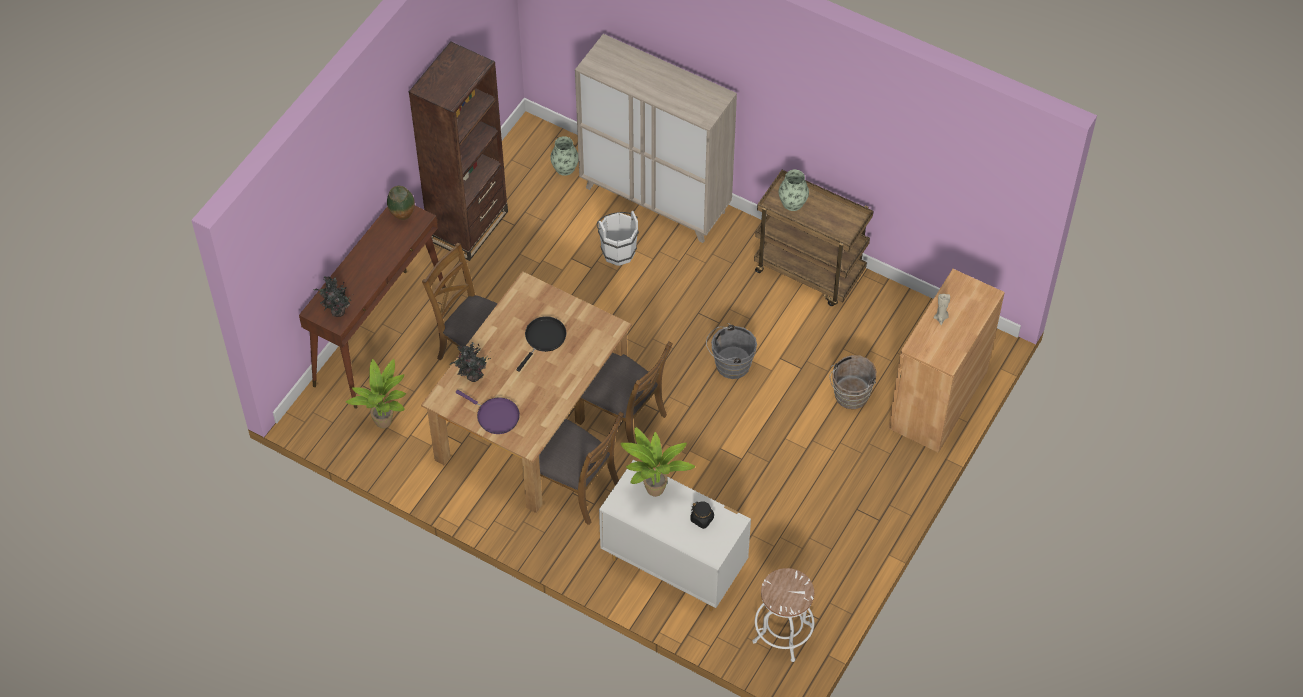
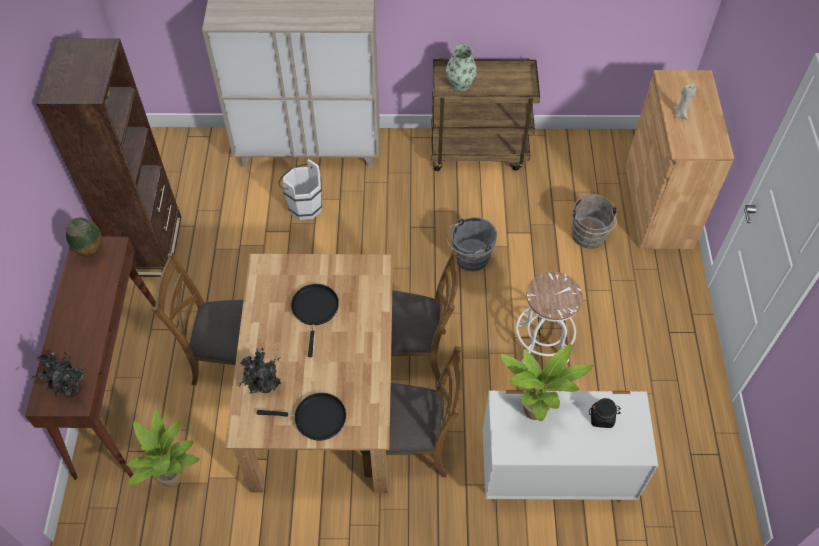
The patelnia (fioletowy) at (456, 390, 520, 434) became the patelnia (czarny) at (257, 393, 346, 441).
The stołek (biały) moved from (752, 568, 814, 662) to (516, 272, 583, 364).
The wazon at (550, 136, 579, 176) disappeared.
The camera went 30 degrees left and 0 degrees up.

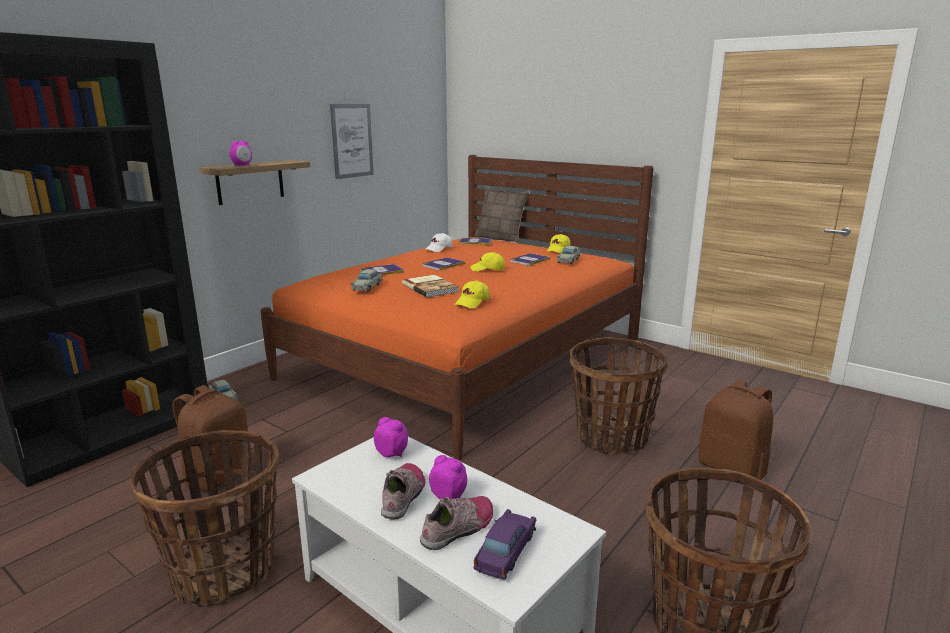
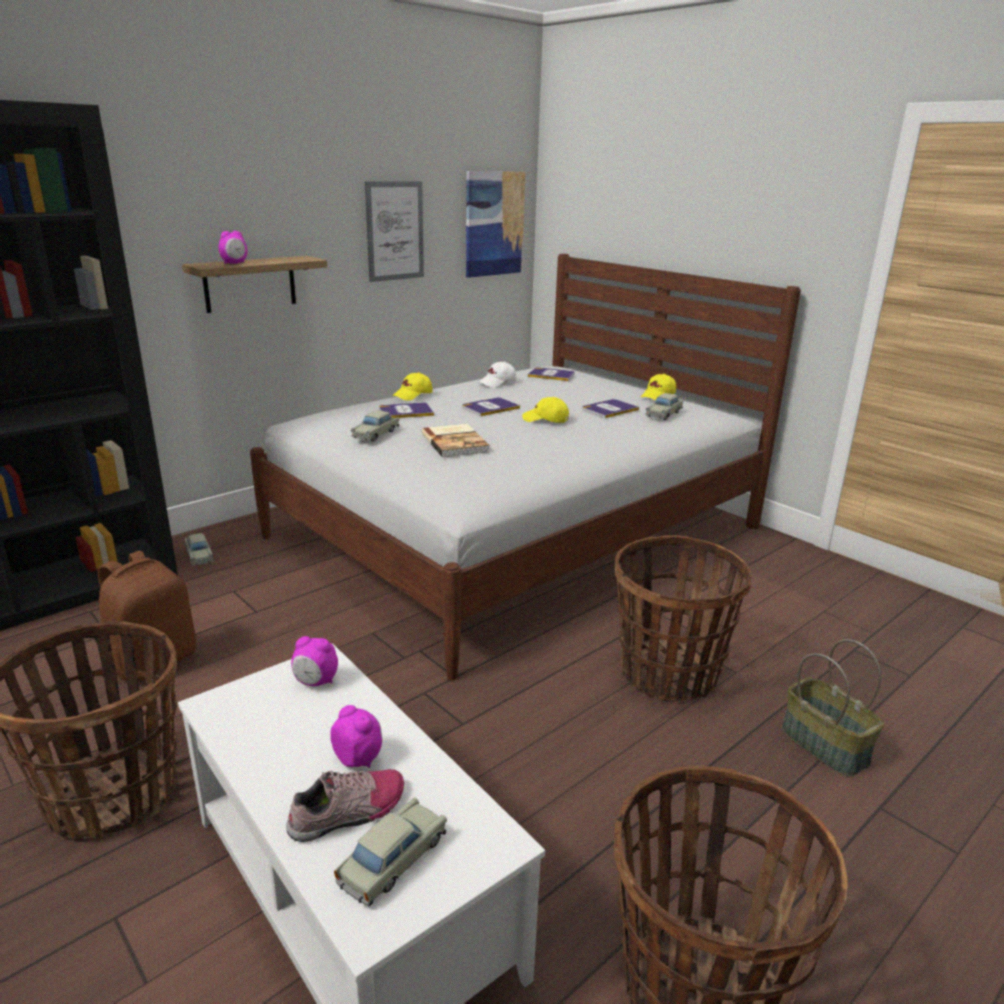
The łóżko (pomarańczowy) at (260, 155, 654, 460) became the łóżko (biały) at (250, 254, 801, 680).
The budzik at (374, 417, 408, 457) turned 150 degrees clockwise.
The samochodzik (fioletowy) at (474, 509, 536, 579) became the samochodzik (beżowy) at (334, 797, 447, 906).
The czapka z daszkiem (żółty) moved from (455, 280, 489, 308) to (393, 372, 432, 401).
The obraz at (466, 171, 525, 278) appeared.
The plecak (brązowy) at (698, 379, 773, 480) was replaced by the koszyk at (782, 639, 884, 776).
The but at (381, 463, 425, 520) disappeared.
The poduszka at (475, 187, 529, 243) disappeared.
The camera went 10 degrees right and 5 degrees up.

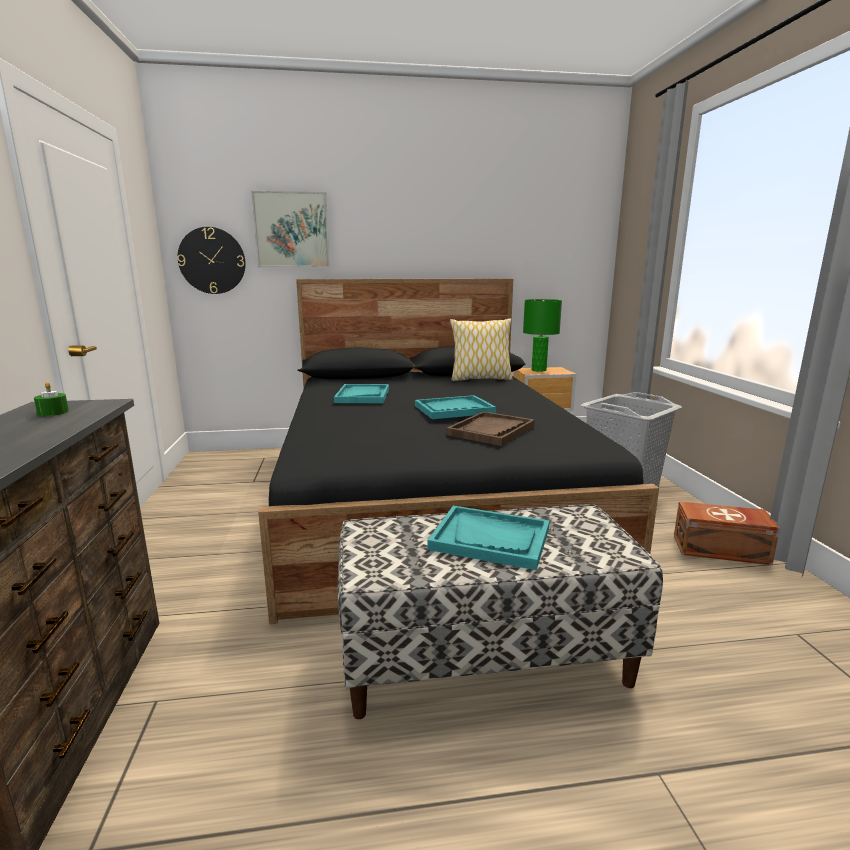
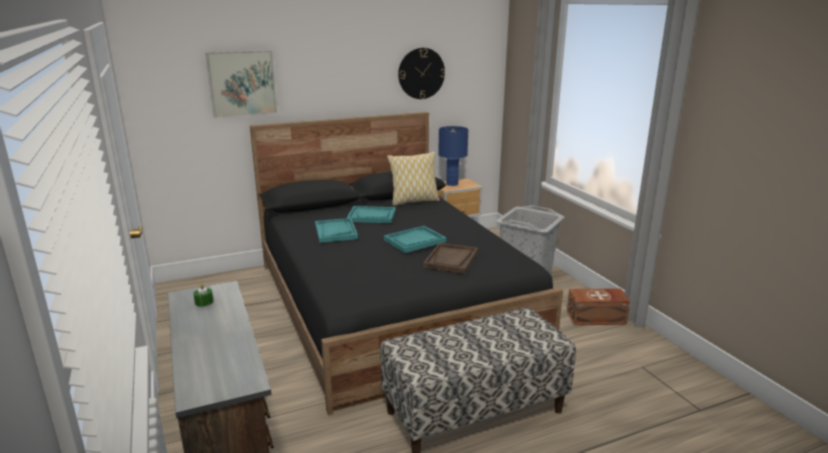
The taca (turkusowy) moved from (428, 506, 549, 570) to (347, 206, 396, 223).
The zegar ścienny moved from (177, 227, 246, 294) to (398, 48, 445, 99).
The lampa stołowa (zielony) at (523, 299, 562, 372) became the lampa stołowa (niebieski) at (438, 126, 469, 186).
The camera went 15 degrees left and 5 degrees up.

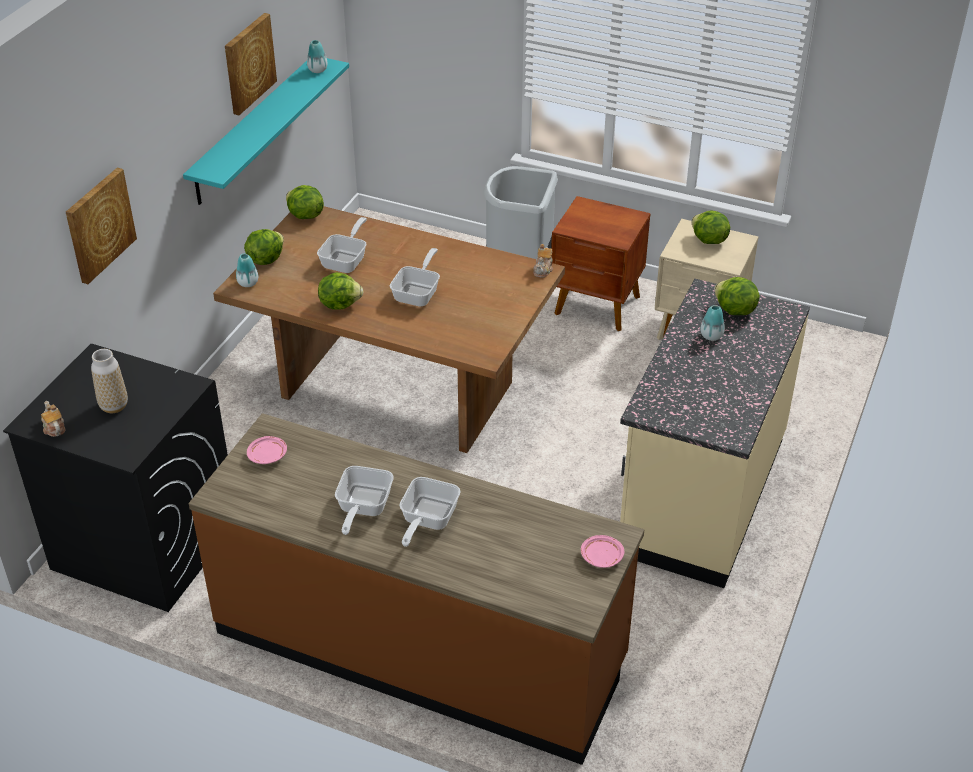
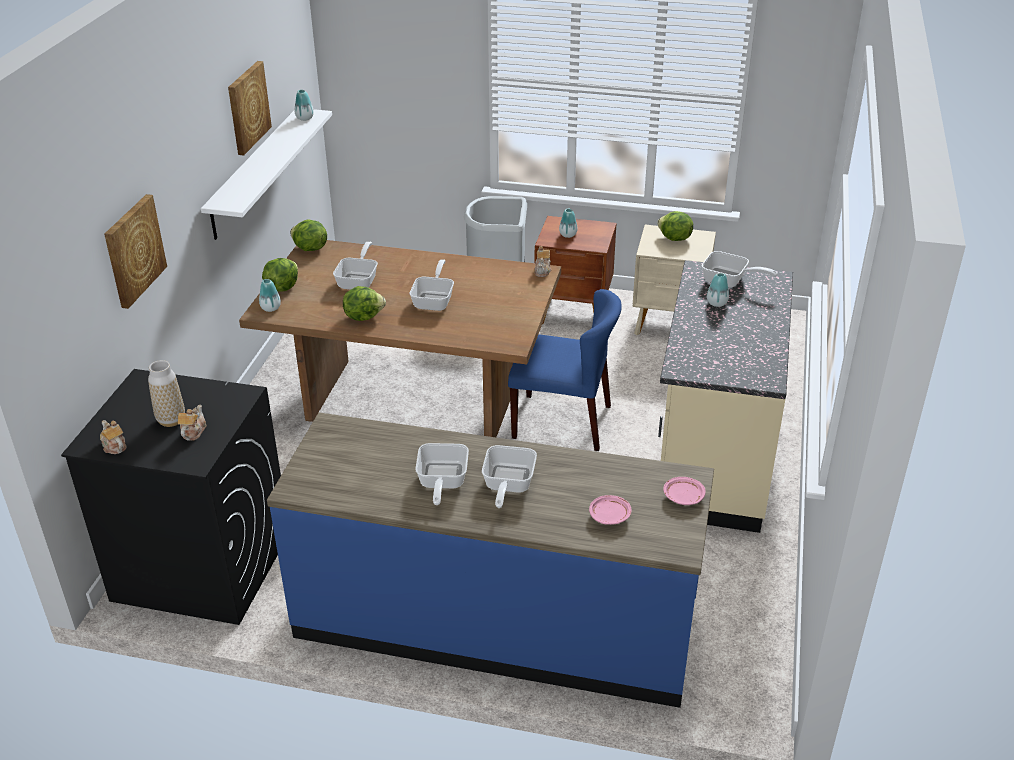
The imbryk at (178, 405, 206, 441) appeared.
The półka (turkusowy) at (183, 58, 349, 205) became the półka (biały) at (201, 109, 332, 240).
The zabudowa kuchenna (brązowy) at (189, 413, 644, 765) became the zabudowa kuchenna (niebieski) at (267, 413, 714, 708).
The krzesło (niebieski) at (508, 289, 622, 451) appeared.
The wazon at (559, 209, 577, 238) appeared.
The talerz (różowy) moved from (247, 436, 287, 464) to (589, 495, 632, 525).
The sałata at (714, 277, 760, 315) was replaced by the patelnia at (702, 251, 778, 287).
The camera went 10 degrees left and 5 degrees down.

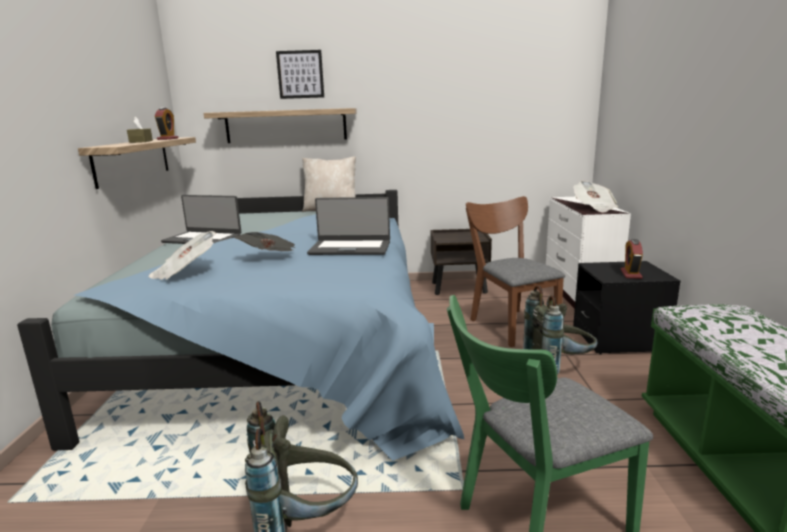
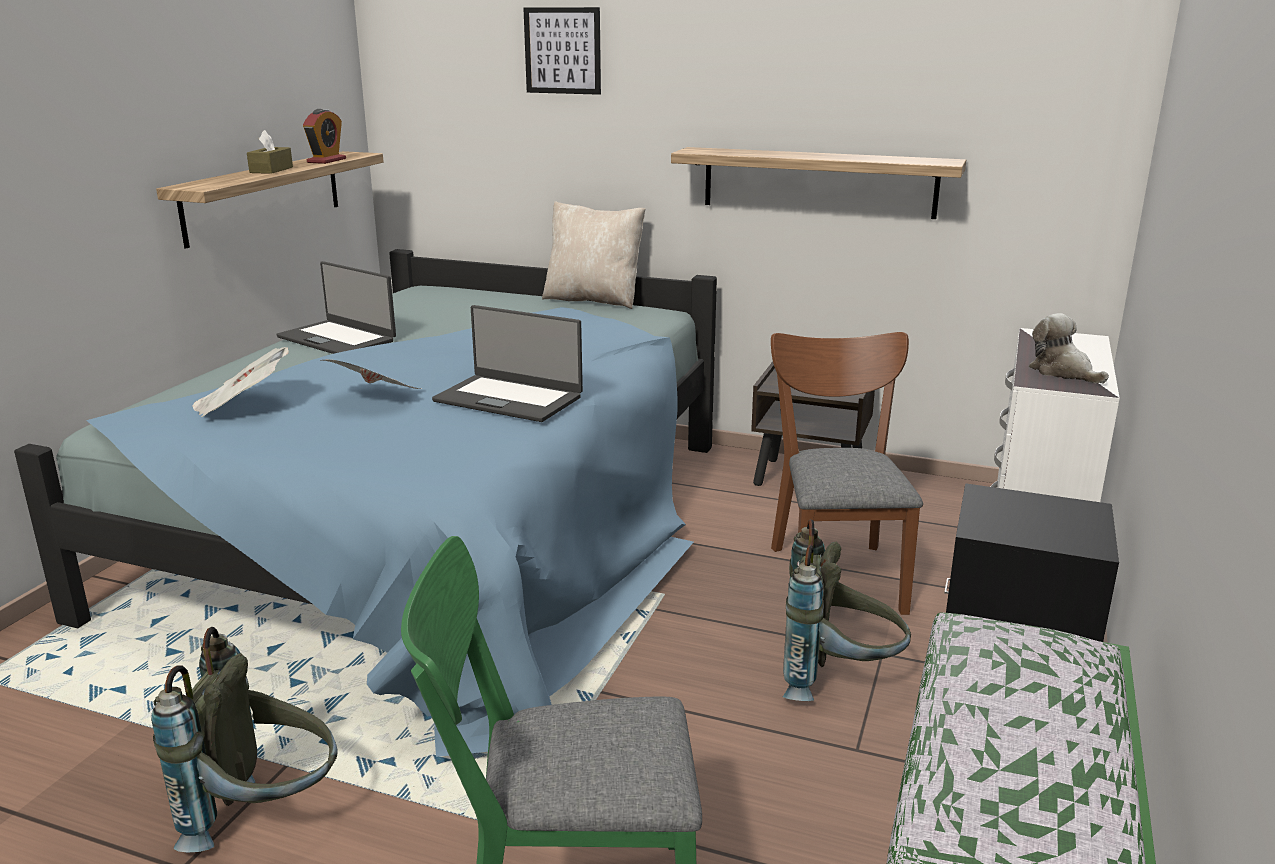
The półka moved from (204, 108, 357, 143) to (671, 147, 966, 219).
The gazeta at (573, 181, 618, 213) was replaced by the pluszak at (1029, 313, 1109, 384).
The budzik at (620, 239, 643, 279) disappeared.
The camera went 20 degrees right and 5 degrees up.

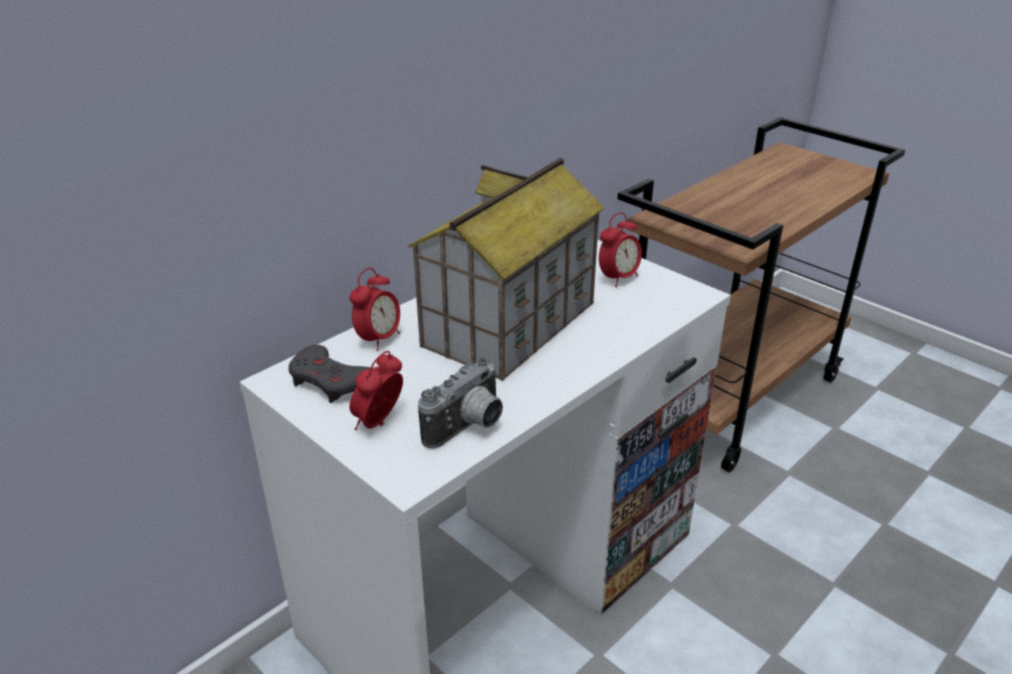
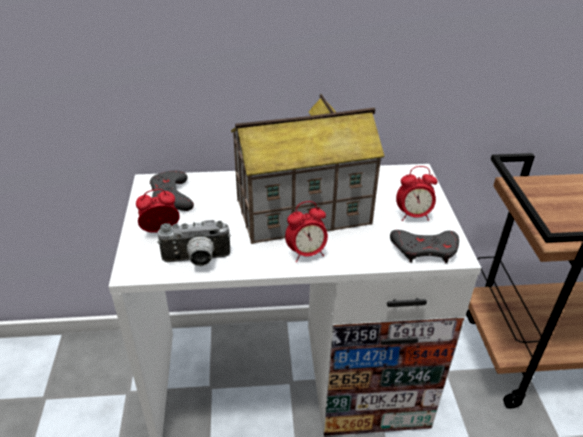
The budzik moved from (350, 268, 400, 351) to (285, 201, 328, 262).
The pad do gier (szary) at (390, 230, 459, 263) appeared.
The camera went 40 degrees right and 5 degrees up.

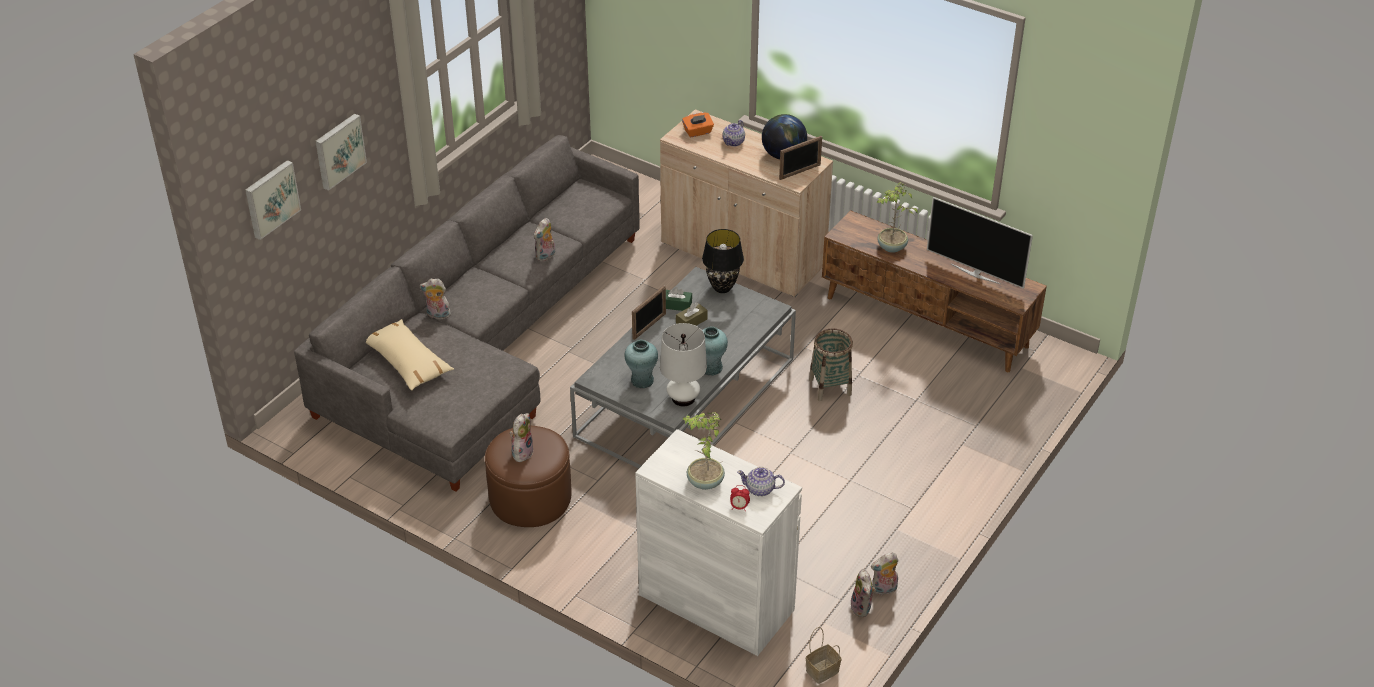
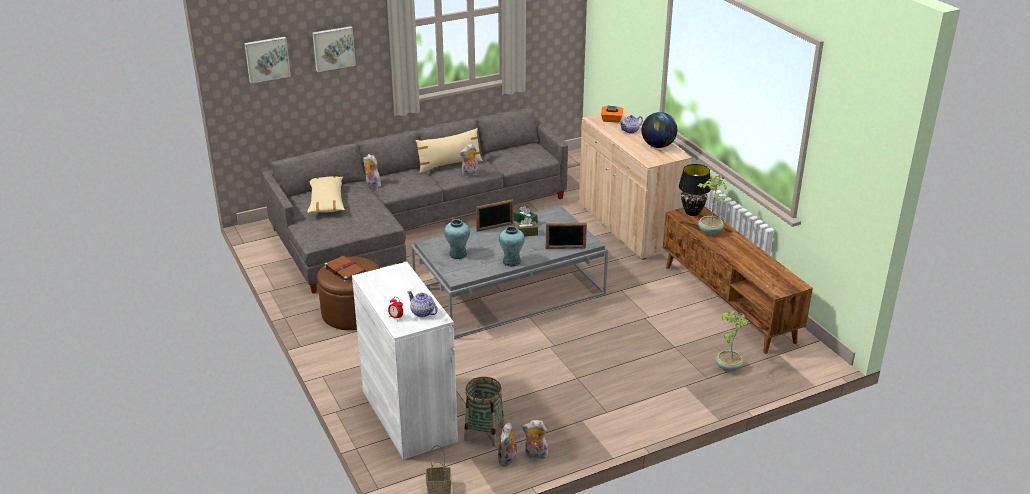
The pluszak at (510, 413, 534, 463) was replaced by the książka (brązowy) at (324, 256, 366, 282).
The poduszka (beżowy) at (416, 128, 483, 173) appeared.
The koszyk moved from (809, 328, 853, 401) to (464, 377, 504, 446).
The ramka na zdjęcie moved from (779, 136, 822, 180) to (546, 223, 587, 249).
The lampa stołowa (czarny) moved from (702, 229, 744, 293) to (679, 164, 711, 216).
The roślina doniczkowa moved from (683, 412, 725, 490) to (716, 311, 749, 372).
The lampa stołowa (biały) at (660, 323, 707, 406) disappeared.
The telewizor at (927, 197, 1033, 289) disappeared.
The camera went 30 degrees right and 10 degrees down.

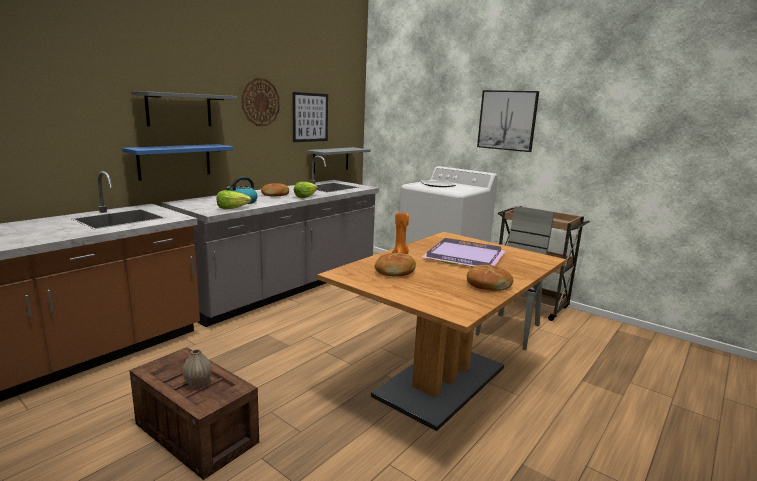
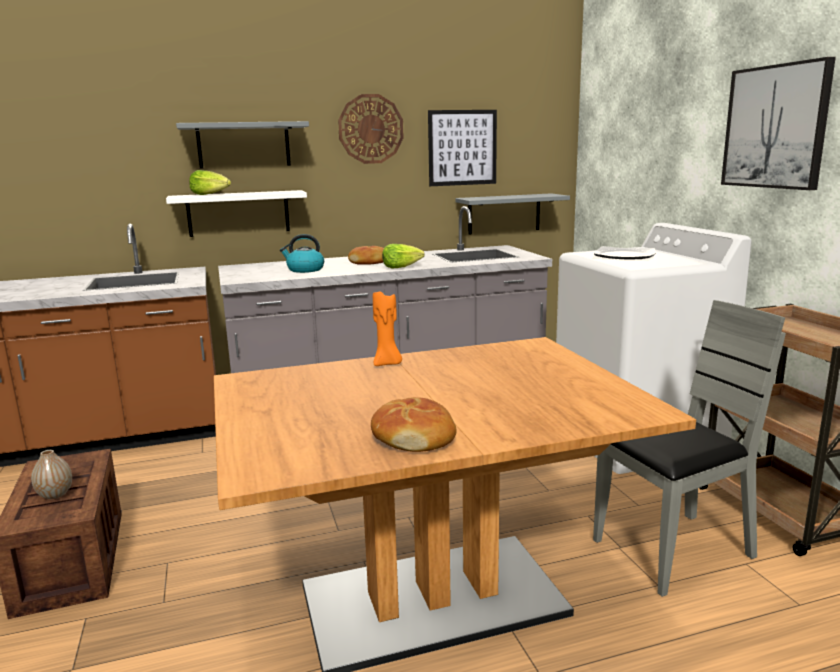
The półka (niebieski) at (122, 144, 233, 181) became the półka (biały) at (166, 190, 307, 237).
The sałata moved from (217, 190, 252, 209) to (189, 170, 231, 195).
The chleb at (375, 253, 416, 277) disappeared.
The taca (fioletowy) at (422, 238, 505, 267) disappeared.
The camera went 35 degrees right and 0 degrees up.

